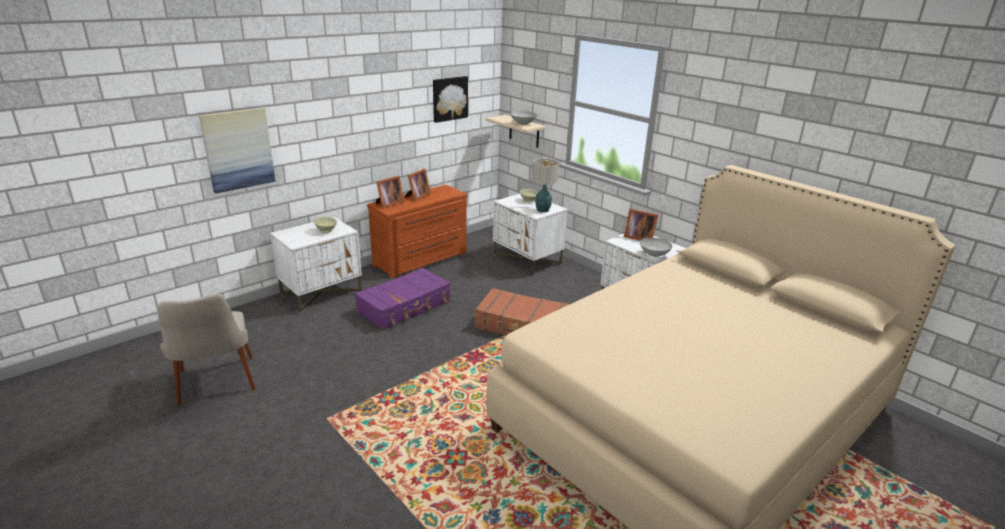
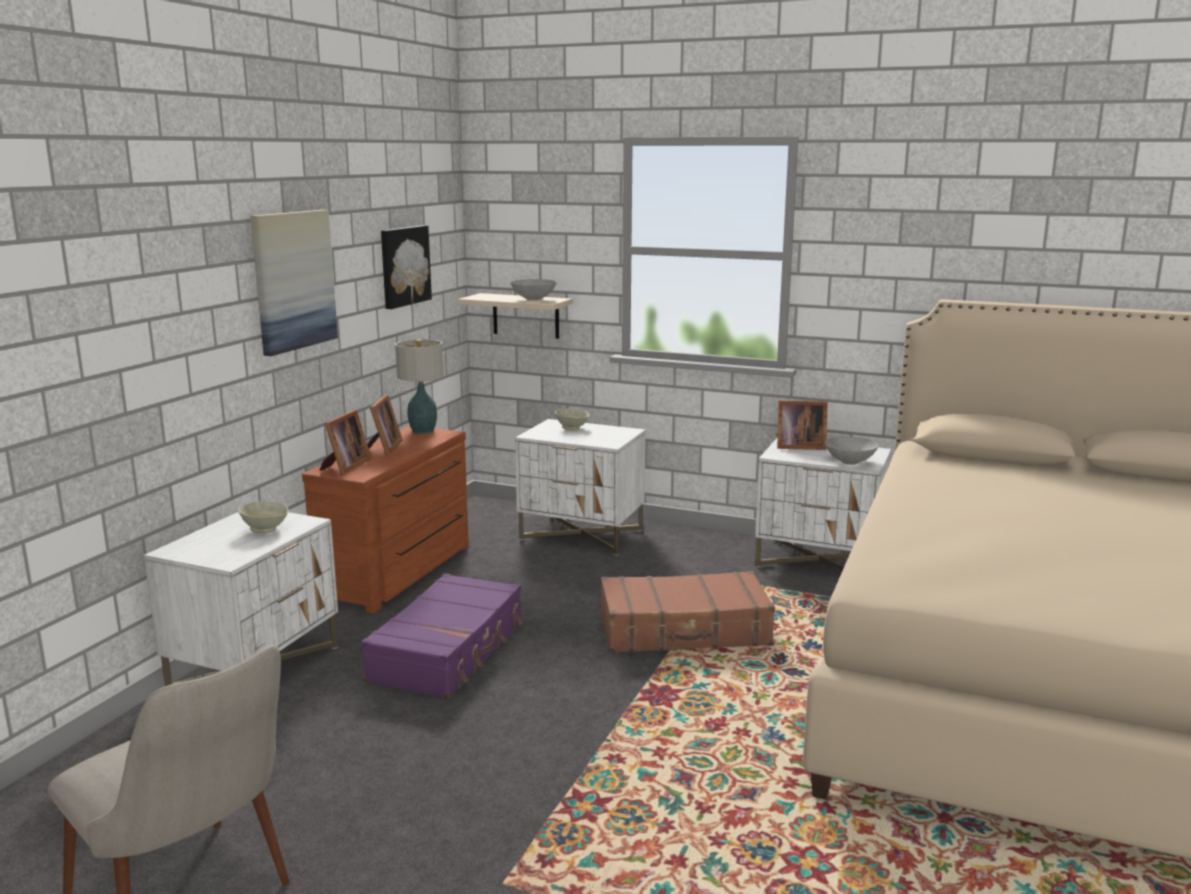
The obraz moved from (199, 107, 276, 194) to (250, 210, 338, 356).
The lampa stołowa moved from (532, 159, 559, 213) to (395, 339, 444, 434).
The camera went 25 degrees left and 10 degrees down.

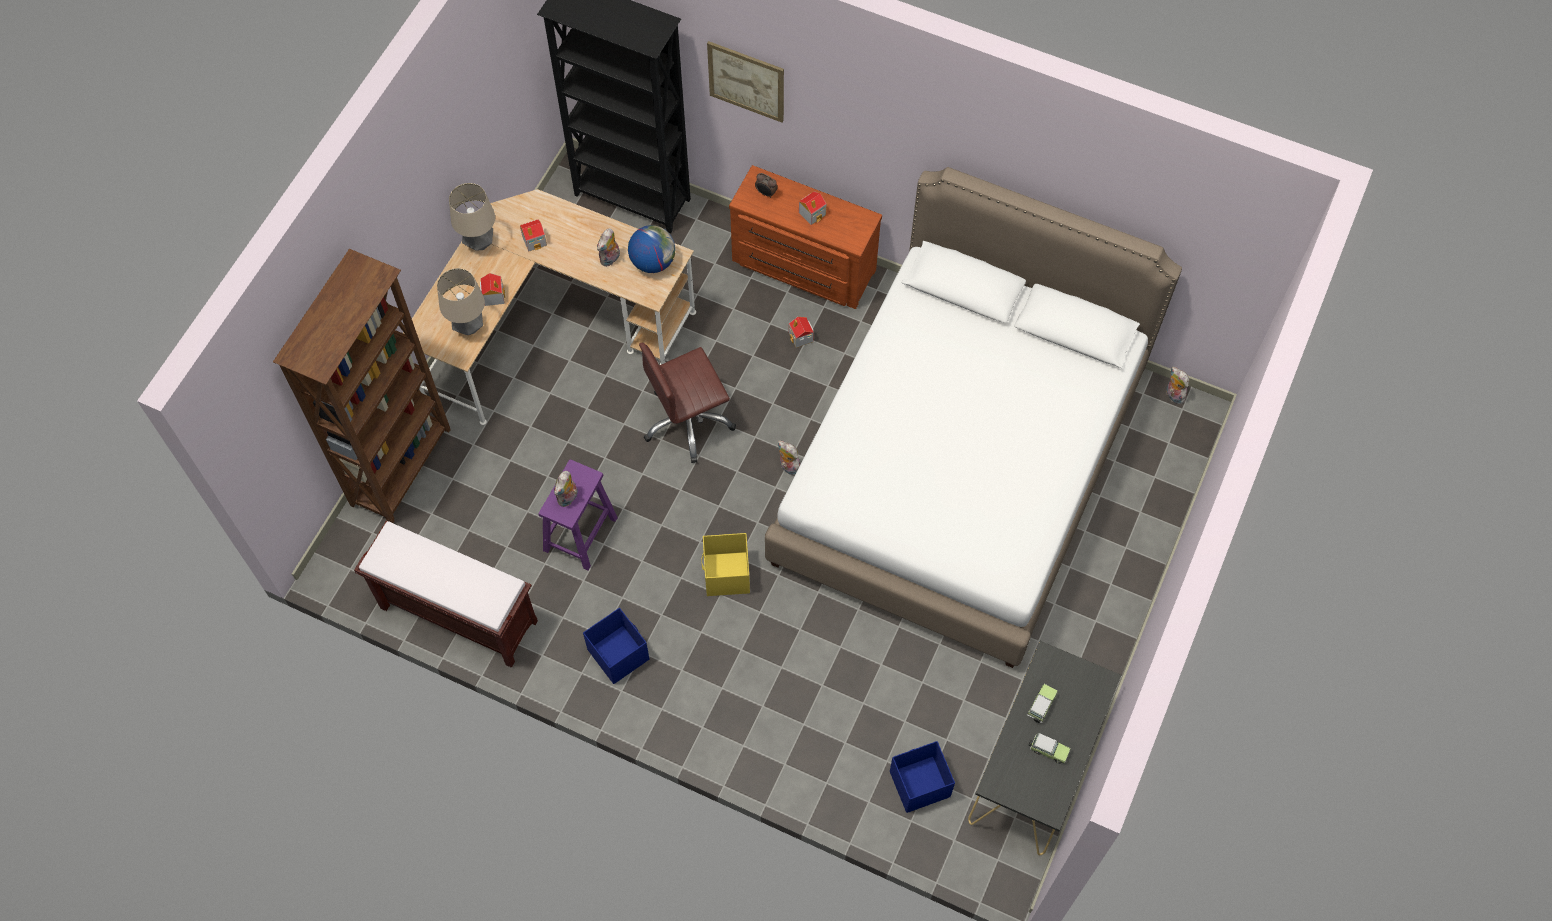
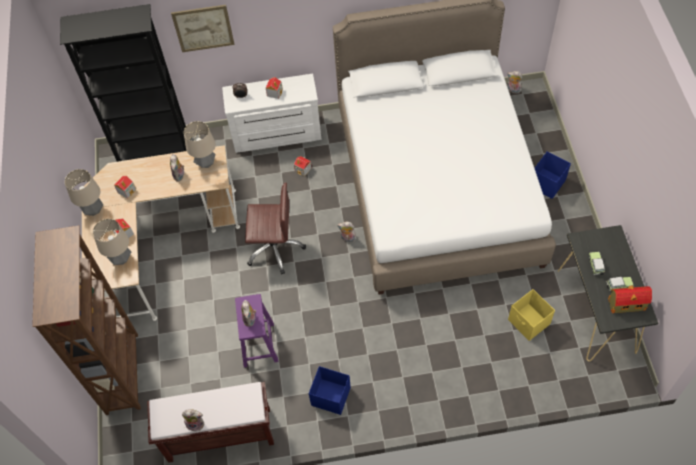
The pluszak at (182, 409, 204, 432) appeared.
The globus at (628, 225, 676, 273) was replaced by the lampa stołowa at (184, 121, 216, 168).
The komoda (brązowy) at (729, 165, 882, 309) became the komoda (biały) at (222, 74, 321, 153).
The krzesło biurowe (brązowy) at (639, 343, 736, 463) turned 120 degrees counterclockwise.
The pojemnik do przechowywania (żółty) moved from (701, 533, 750, 596) to (508, 289, 555, 341).
The pojemnik do przechowywania (niebieski) moved from (890, 741, 955, 813) to (535, 151, 571, 199).
The domek at (608, 286, 652, 313) appeared.
The camera went 30 degrees left and 5 degrees down.

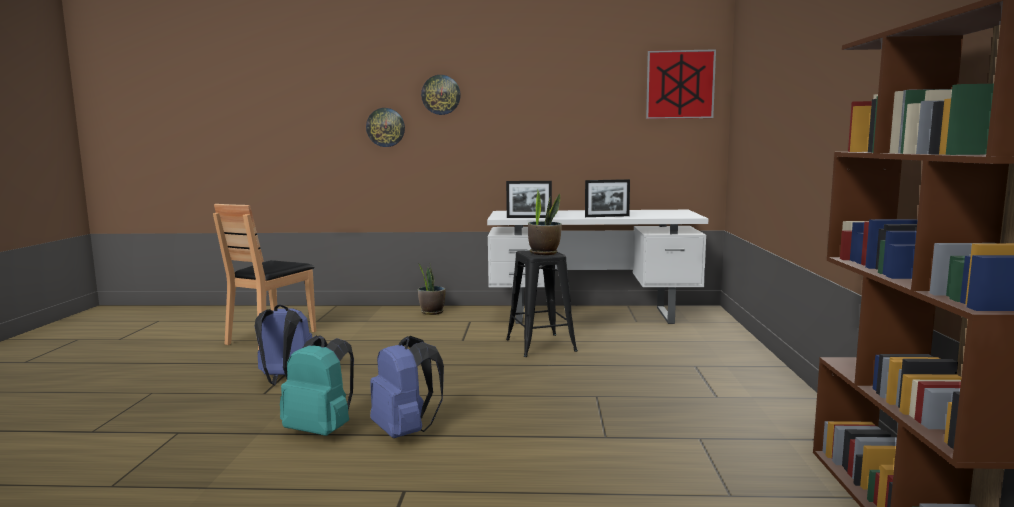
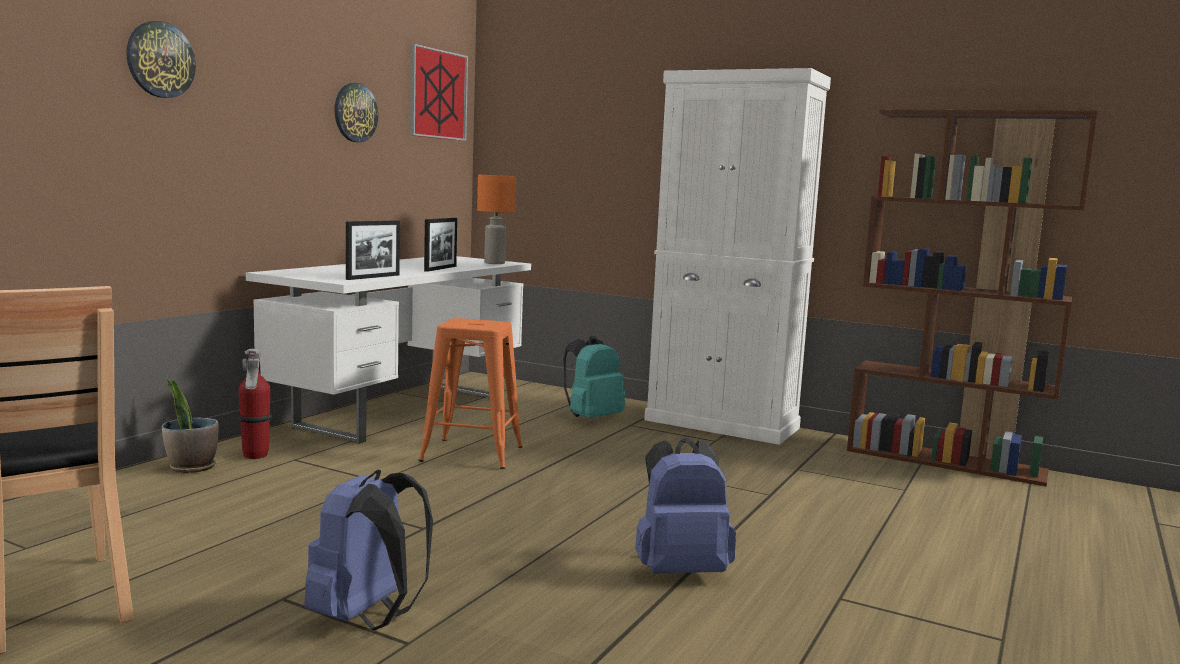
The gaśnica at (238, 349, 272, 459) appeared.
The zegar ścienny moved from (366, 108, 405, 147) to (334, 83, 378, 142).
The stołek (czarny) at (506, 251, 578, 357) became the stołek (pomarańczowy) at (418, 318, 522, 469).
The lampa stołowa (pomarańczowy) at (477, 175, 516, 264) appeared.
The plecak (turkusowy) moved from (280, 335, 354, 436) to (563, 335, 625, 418).
The szafka (biały) at (644, 68, 831, 445) appeared.
The roślina doniczkowa at (528, 189, 562, 255) disappeared.
The camera went 65 degrees left and 0 degrees up.

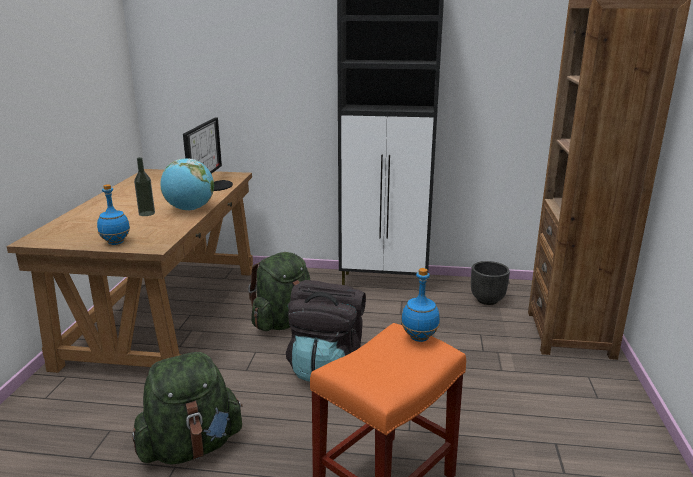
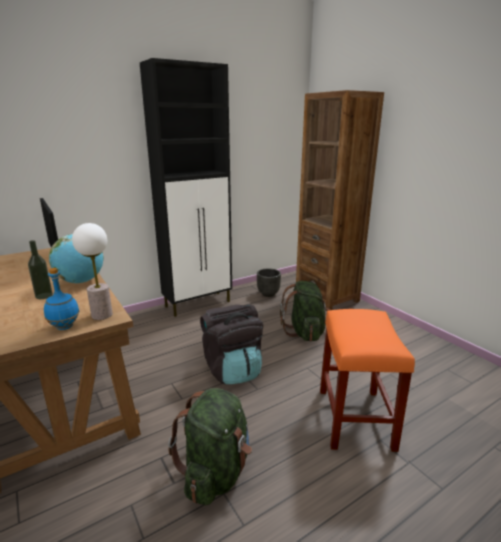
The lampa stołowa at (72, 223, 113, 320) appeared.
The plecak (zielony) moved from (248, 252, 310, 331) to (280, 281, 330, 342).
The butelka (niebieski) at (401, 268, 440, 342) disappeared.
The camera went 40 degrees left and 0 degrees up.

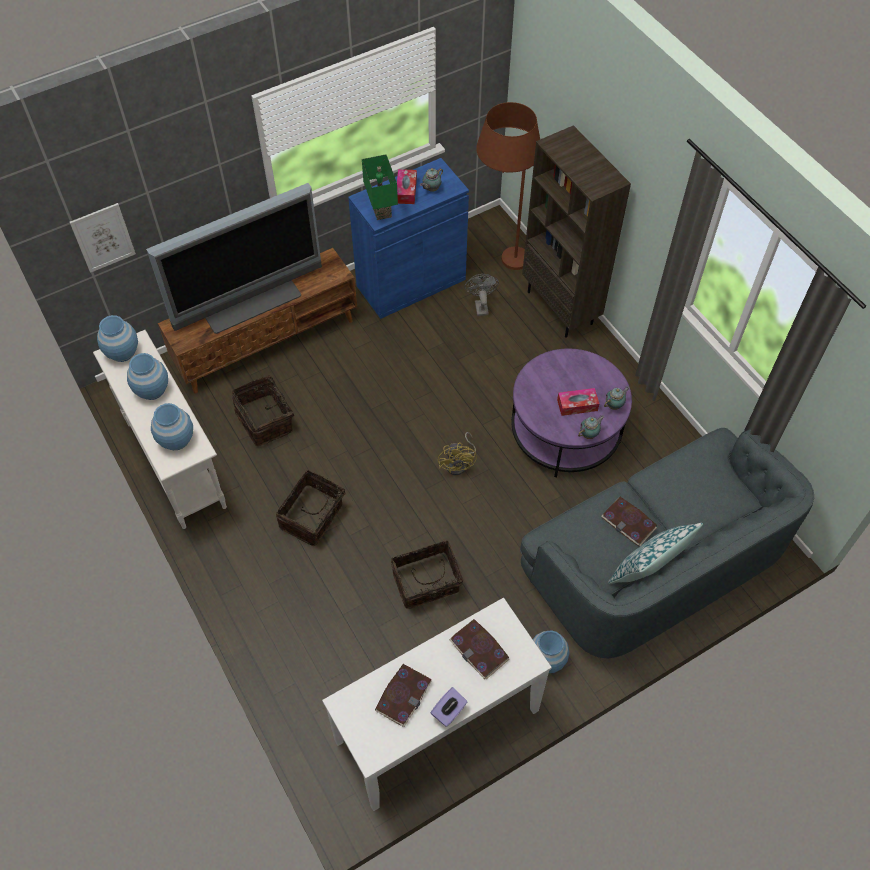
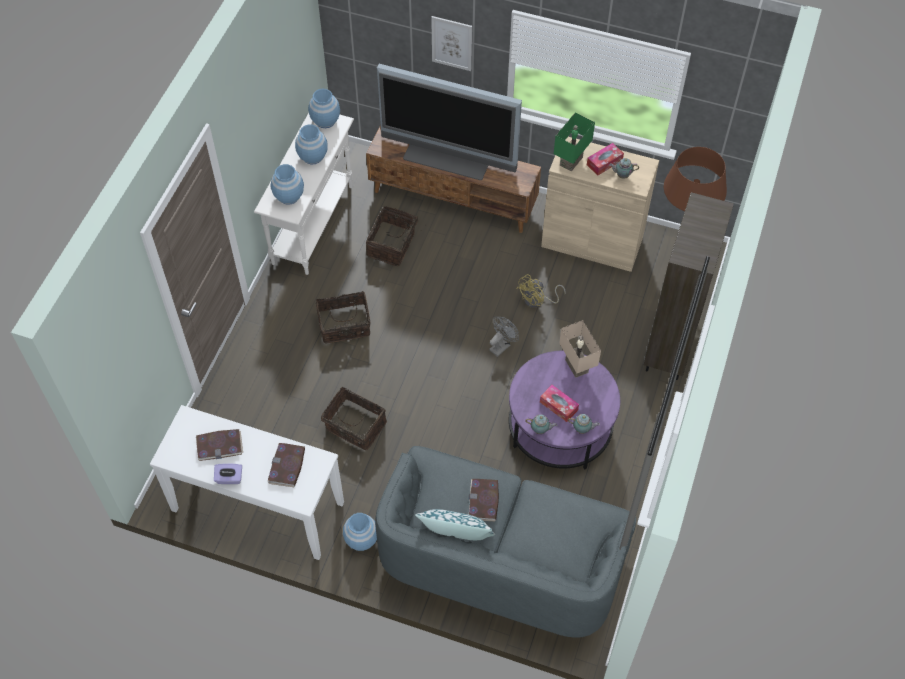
The obraz moved from (70, 203, 136, 273) to (431, 16, 472, 71).
The wentylator (szary) moved from (464, 274, 499, 316) to (489, 317, 519, 357).
The wentylator (żółty) moved from (438, 432, 477, 475) to (516, 274, 566, 308).
The szafka (niebieski) at (348, 158, 469, 319) became the szafka (beżowy) at (541, 137, 659, 272).
The lampa stołowa (beżowy) at (559, 320, 601, 378) appeared.
The camera went 50 degrees right and 0 degrees up.

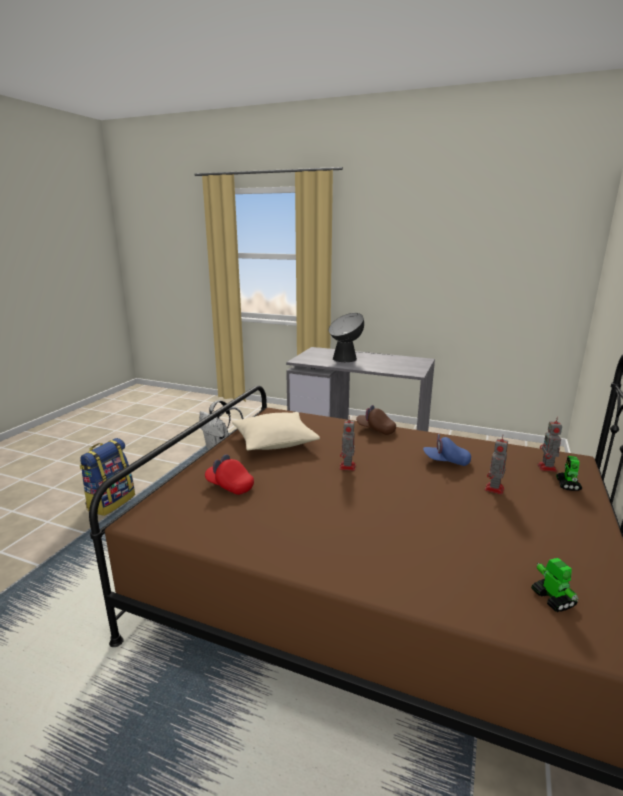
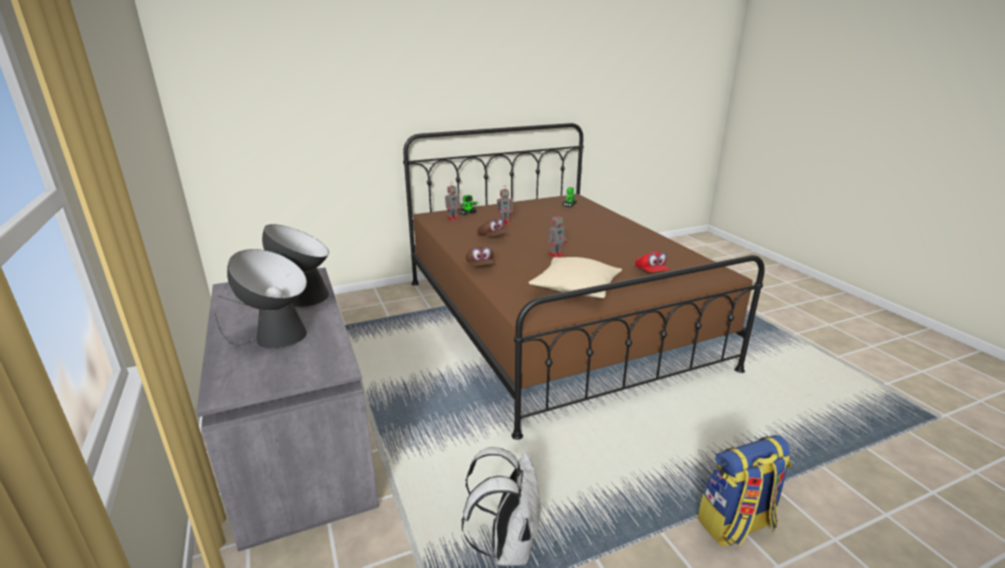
The lampa stołowa at (219, 224, 329, 307) appeared.
The czapka z daszkiem (niebieski) at (423, 434, 471, 466) became the czapka z daszkiem (brązowy) at (477, 218, 508, 236).
The camera went 135 degrees left and 5 degrees up.

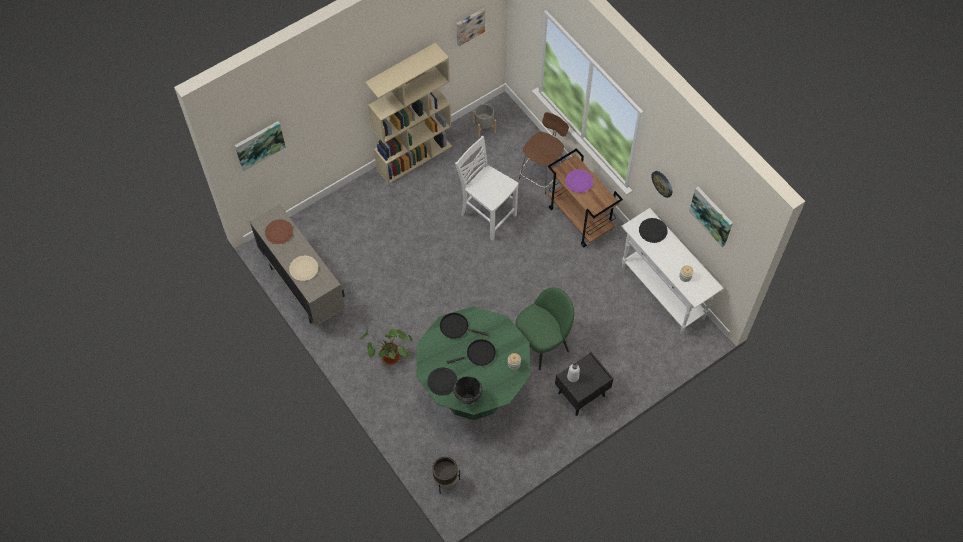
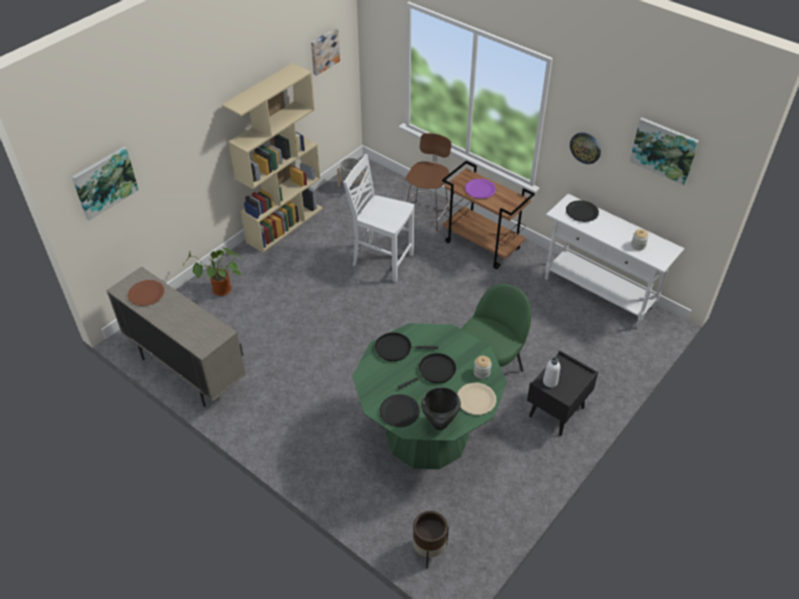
The roślina doniczkowa moved from (360, 327, 413, 365) to (183, 247, 242, 296).
The talerz (beżowy) moved from (289, 256, 318, 281) to (457, 383, 496, 415).
The camera went 15 degrees left and 15 degrees down.

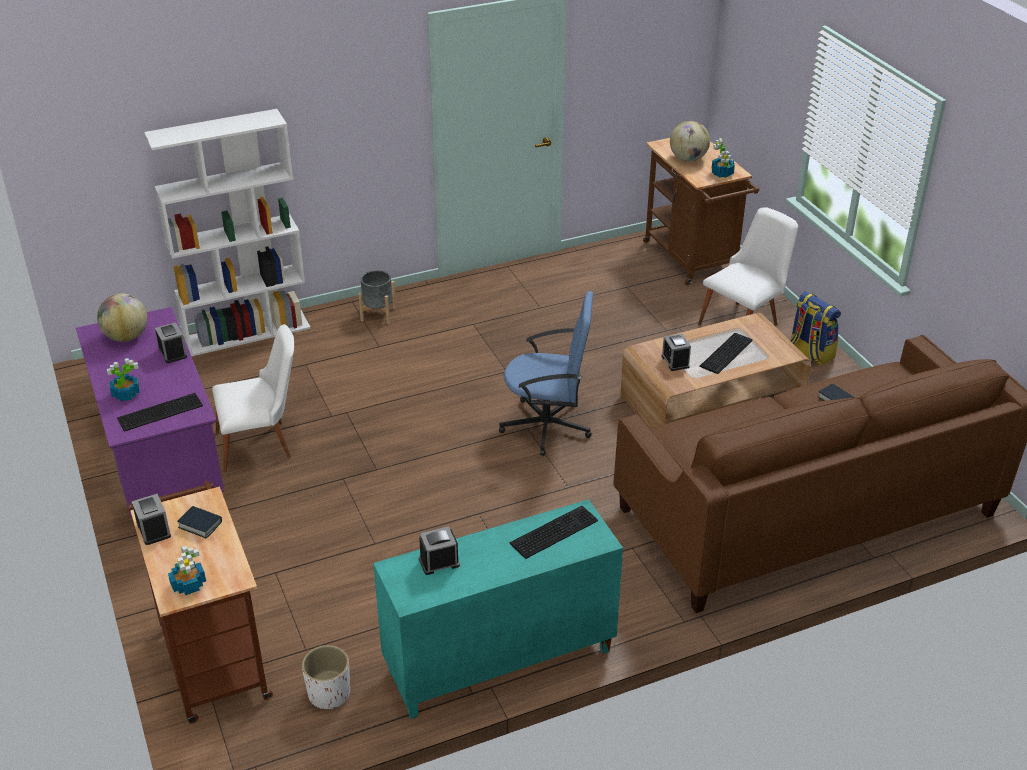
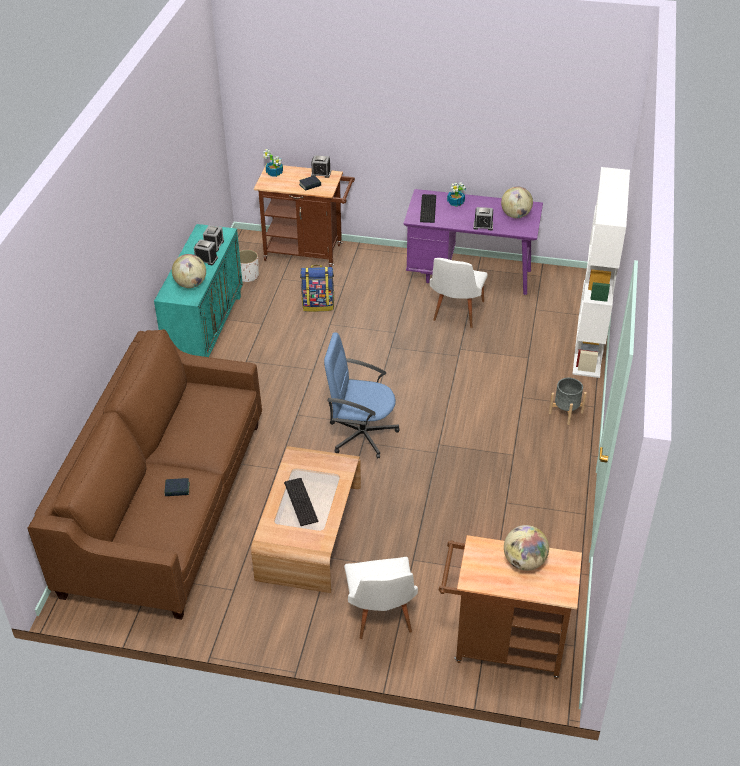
The klawiatura at (509, 506, 598, 559) was replaced by the globus at (172, 254, 206, 288).
The budzik moved from (662, 334, 691, 371) to (194, 239, 218, 265).
The plecak moved from (791, 291, 841, 366) to (300, 265, 334, 312).
The krzesło biurowe (niebieski) at (499, 291, 593, 456) turned 60 degrees clockwise.
The roślina doniczkowa at (712, 138, 735, 178) disappeared.
The camera went 125 degrees right and 5 degrees up.

